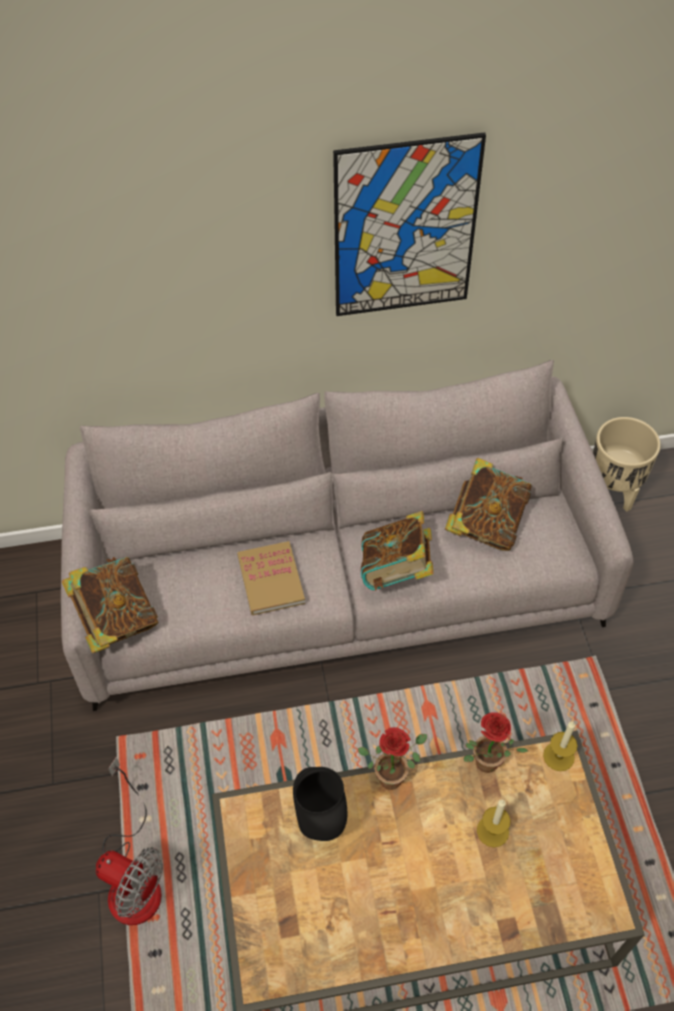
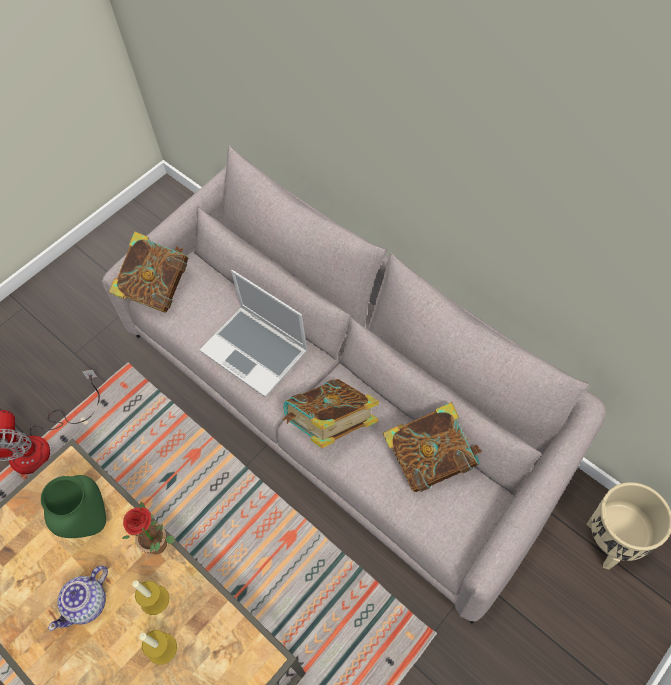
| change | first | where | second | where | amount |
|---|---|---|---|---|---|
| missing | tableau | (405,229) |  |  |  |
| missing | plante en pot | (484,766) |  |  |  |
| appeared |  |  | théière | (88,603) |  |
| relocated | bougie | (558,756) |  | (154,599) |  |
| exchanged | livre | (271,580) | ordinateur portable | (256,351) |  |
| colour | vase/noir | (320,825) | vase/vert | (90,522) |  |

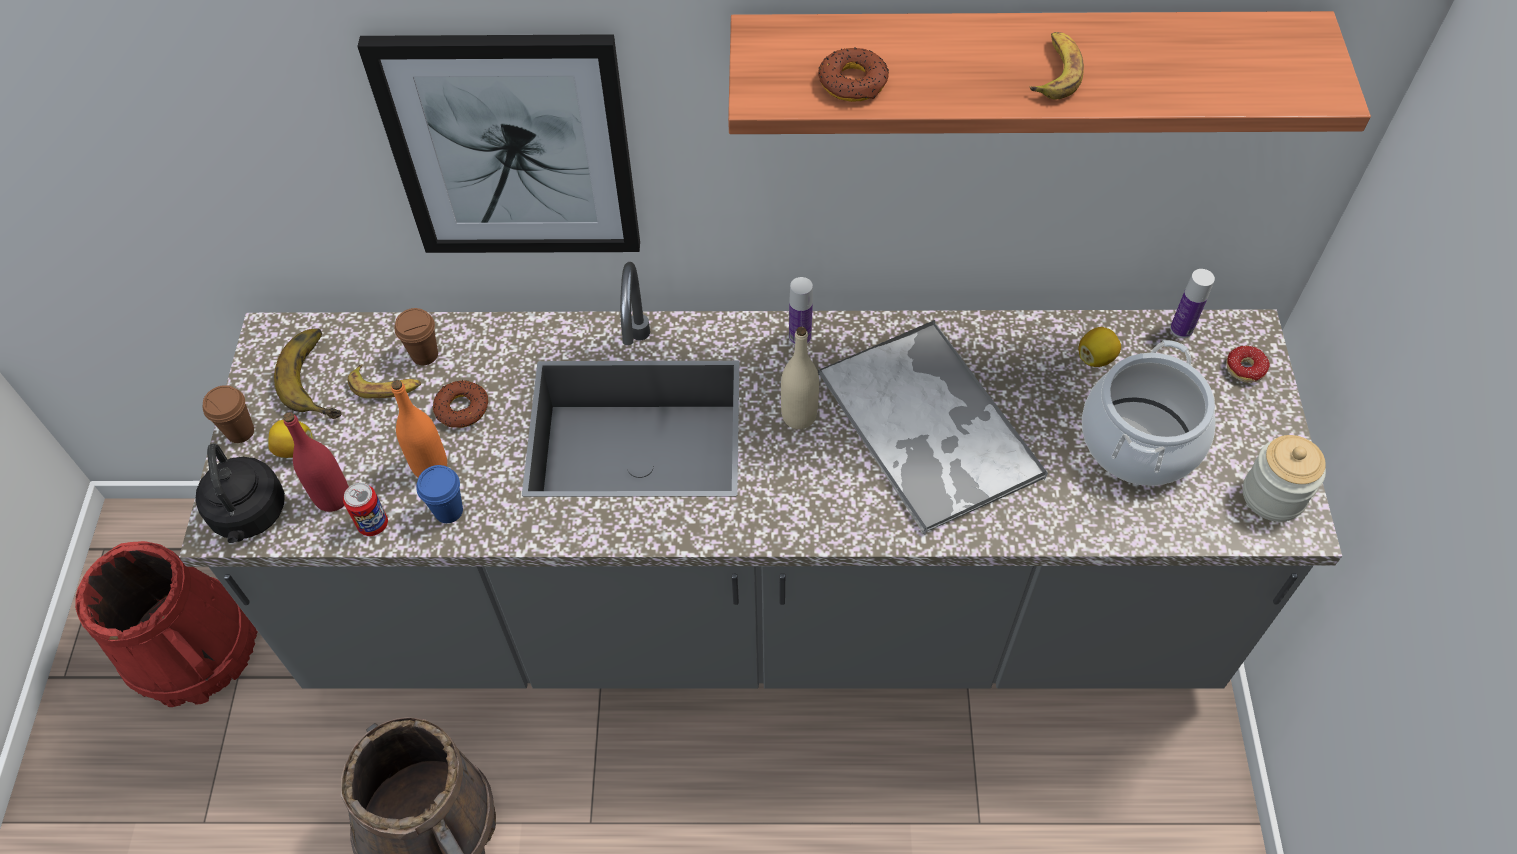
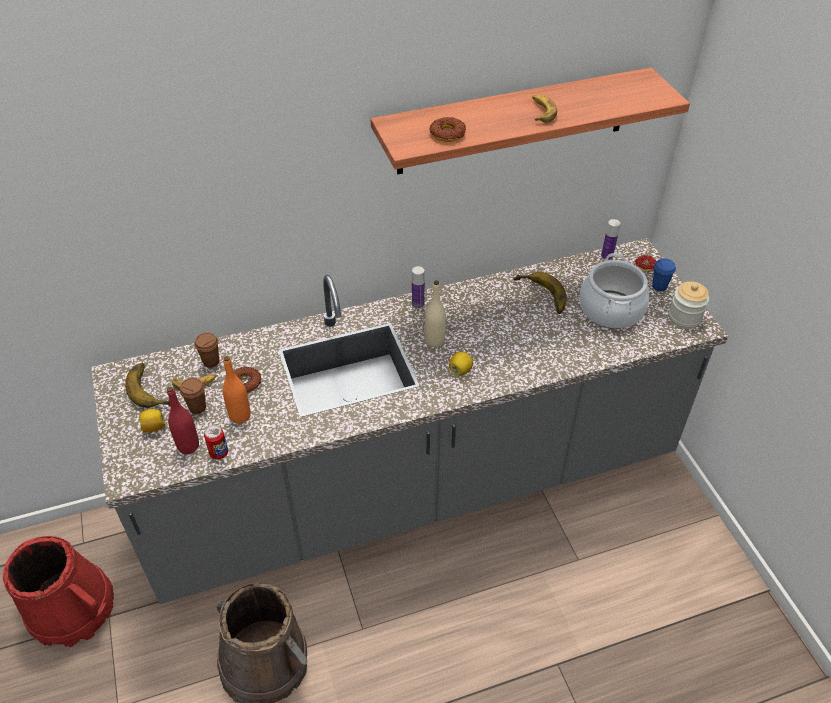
| change | first | where | second | where | amount |
|---|---|---|---|---|---|
| missing | bouilloire/noir | (249,516) |  |  |  |
| missing | tableau | (512,147) |  |  |  |
| missing | plateau | (930,427) |  |  |  |
| appeared |  |  | banane | (540,296) |  |
| relocated | tasse/marron | (240,431) |  | (197,407) |  |
| relocated | tasse/bleu | (448,511) |  | (659,286) |  |
| relocated | citron | (1096,357) |  | (460,370) |  |

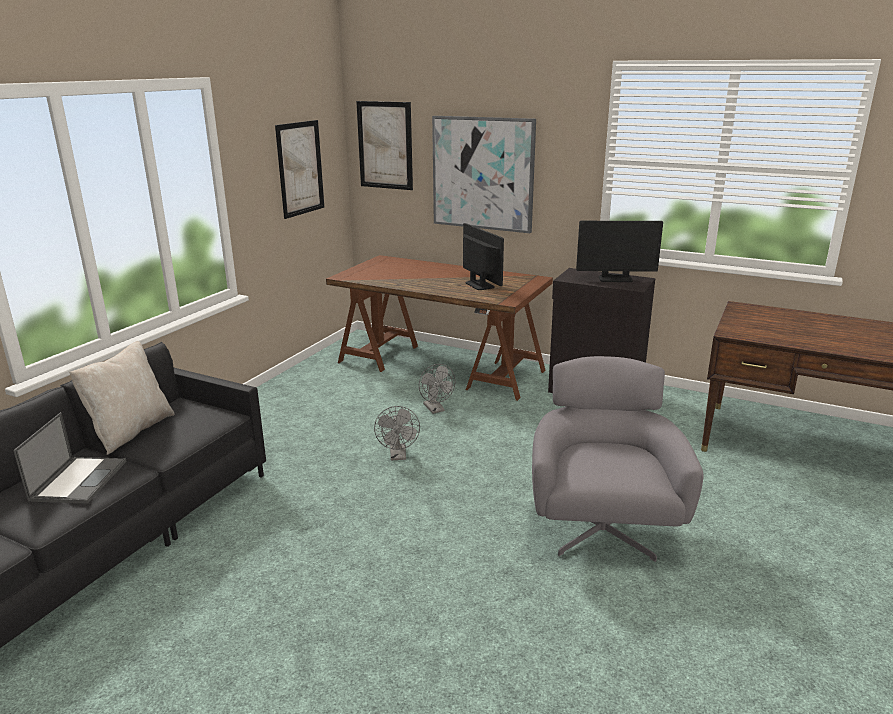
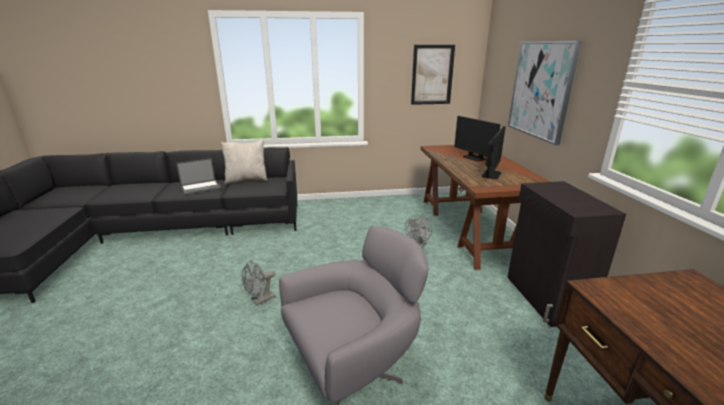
| change | first | where | second | where | amount |
|---|---|---|---|---|---|
| missing | tableau | (385,145) |  |  |  |
| relocated | ventilateur/gris | (398,456) |  | (260,300) |  |
| relocated | écran d'ordinateur | (615,279) |  | (474,158) |  |

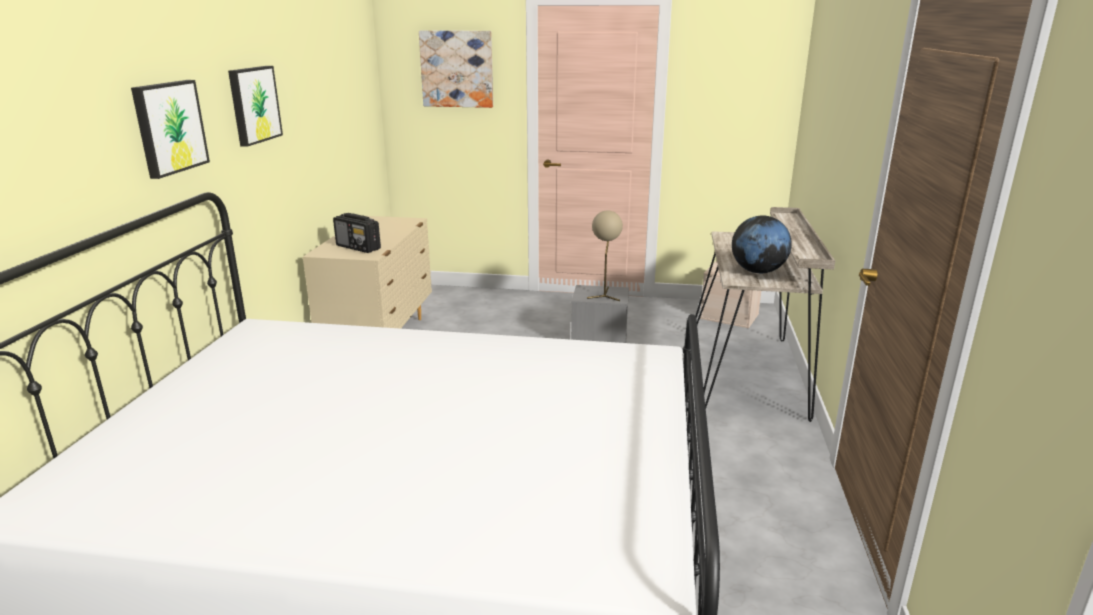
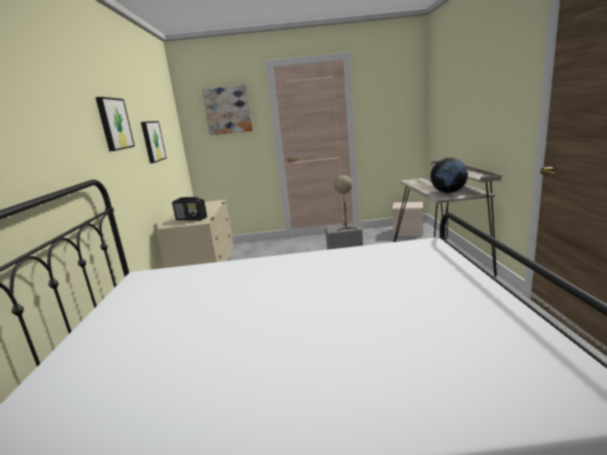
| change | first | where | second | where | amount |
|---|---|---|---|---|---|
| relocated | tableau | (169,127) |  | (152,141) |  |

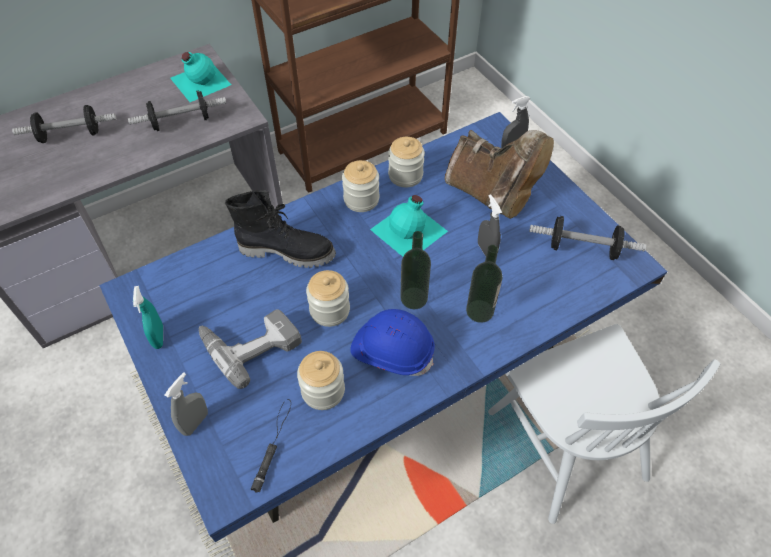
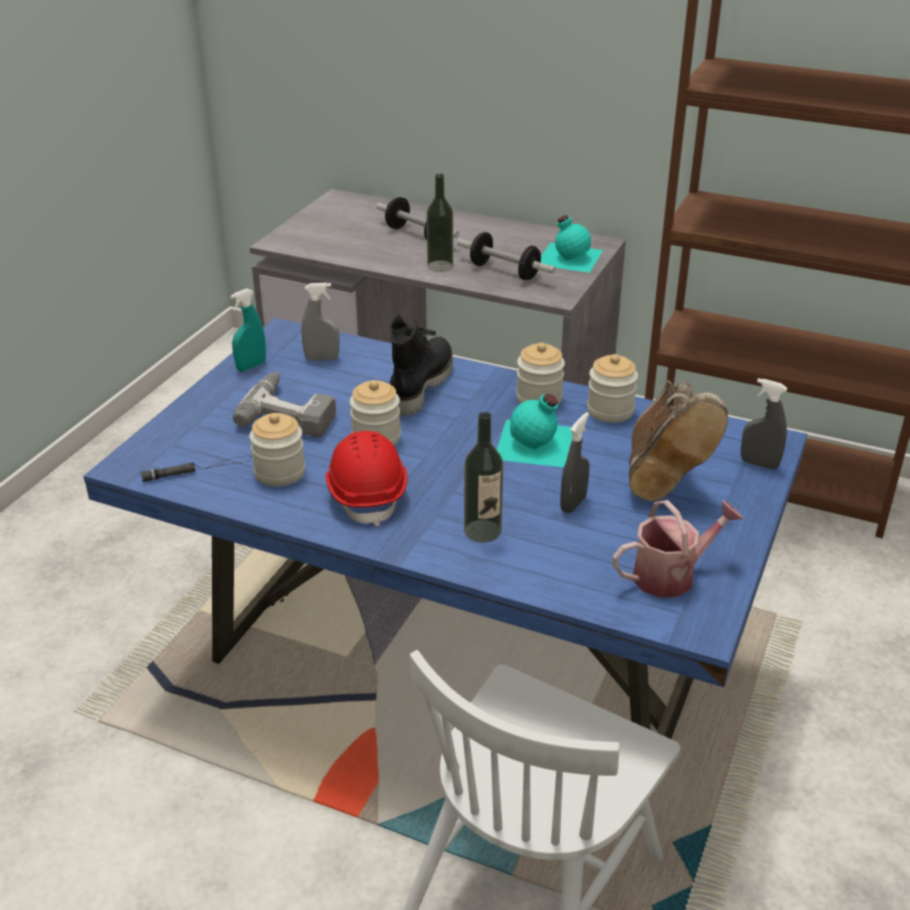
| change | first | where | second | where | amount |
|---|---|---|---|---|---|
| relocated | vaporisateur/gris | (195,422) |  | (322,358) |  |
| relocated | bouteille | (414,298) |  | (440,266) |  |
| exchanged | haltère | (582,248) | arrosoir | (671,575) |  |
| colour | casque de chantier/bleu | (392,351) | casque de chantier/rouge | (367,494) |  |
| spun | botte/noir | (287,251) |  | (419,386) | 135 degrees counterclockwise |

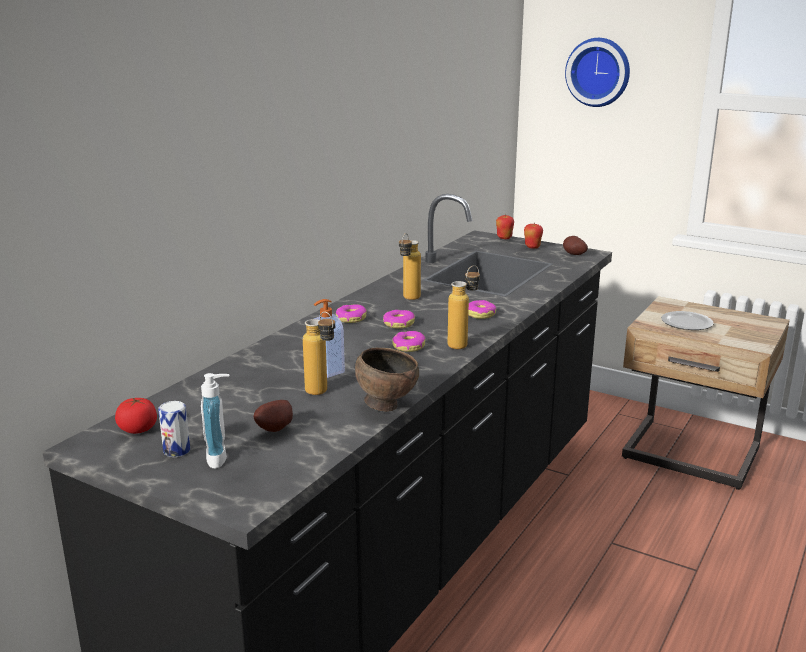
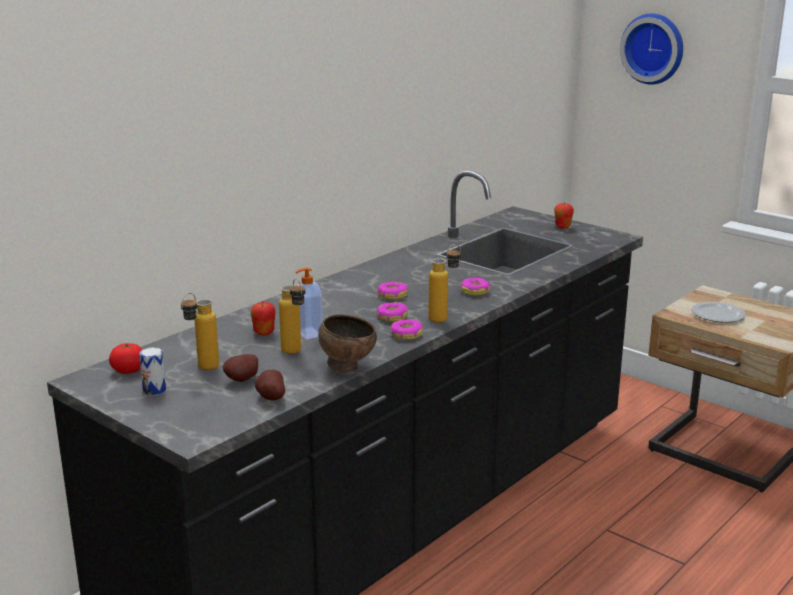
| change | first | where | second | where | amount |
|---|---|---|---|---|---|
| missing | distributeur de savon | (221,458) |  |  |  |
| relocated | beignet | (351,318) |  | (406,334) |  |
| relocated | bouteille | (408,299) |  | (202,369) |  |
| relocated | pomme | (504,238) |  | (264,333) |  |
| relocated | pomme de terre | (573,254) |  | (270,398) |  |

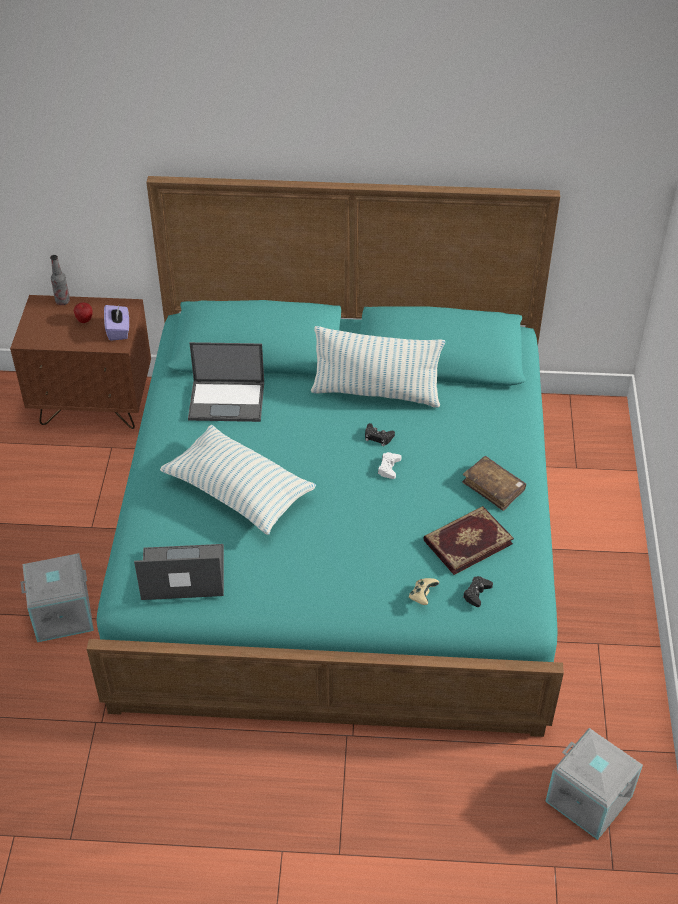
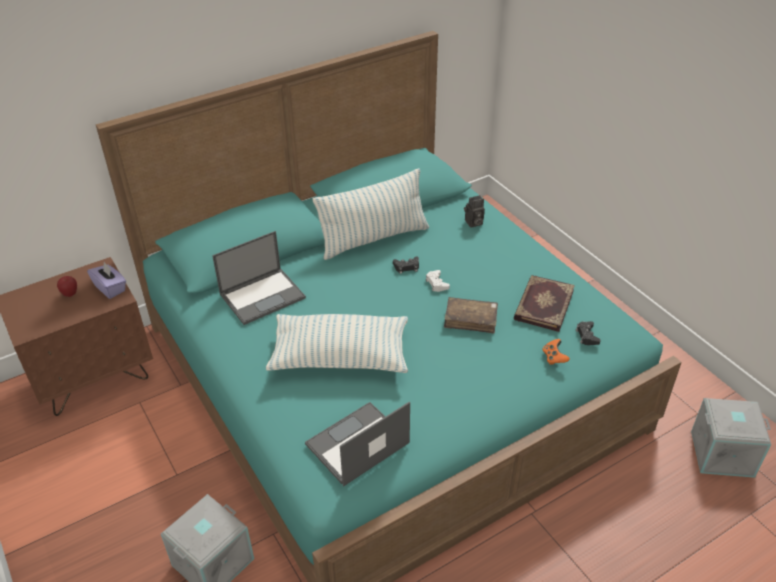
| change | first | where | second | where | amount |
|---|---|---|---|---|---|
| missing | bouteille | (62,301) |  |  |  |
| appeared |  |  | appareil photo | (473,223) |  |
| relocated | livre/marron | (493,487) |  | (470,319) |  |
| colour | manette/beige | (422,596) | manette/orange | (554,358) |  |

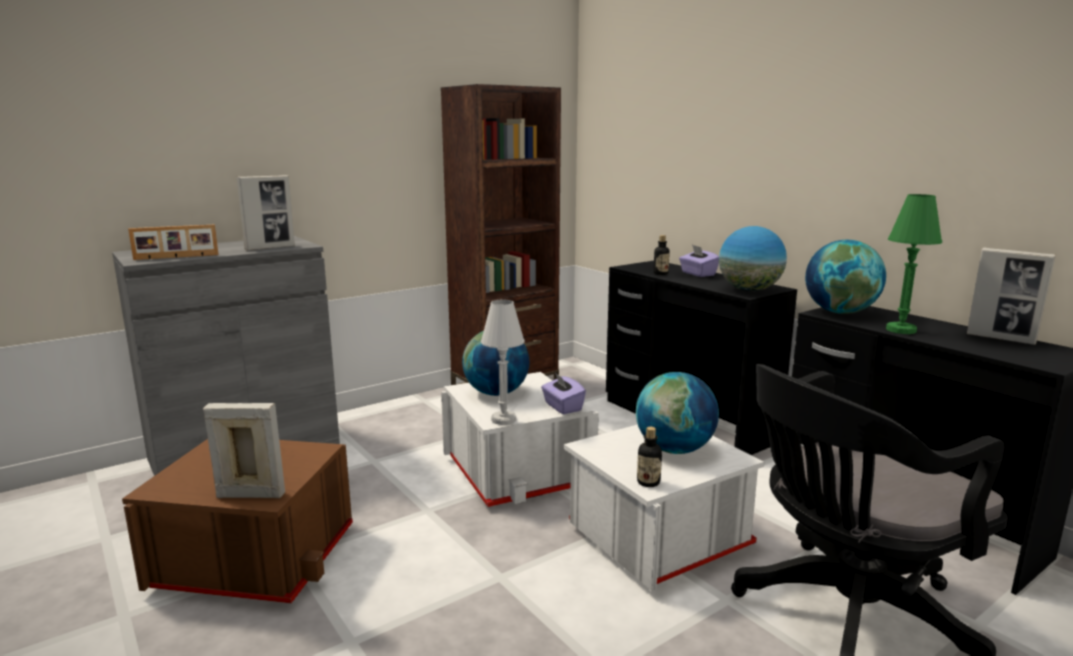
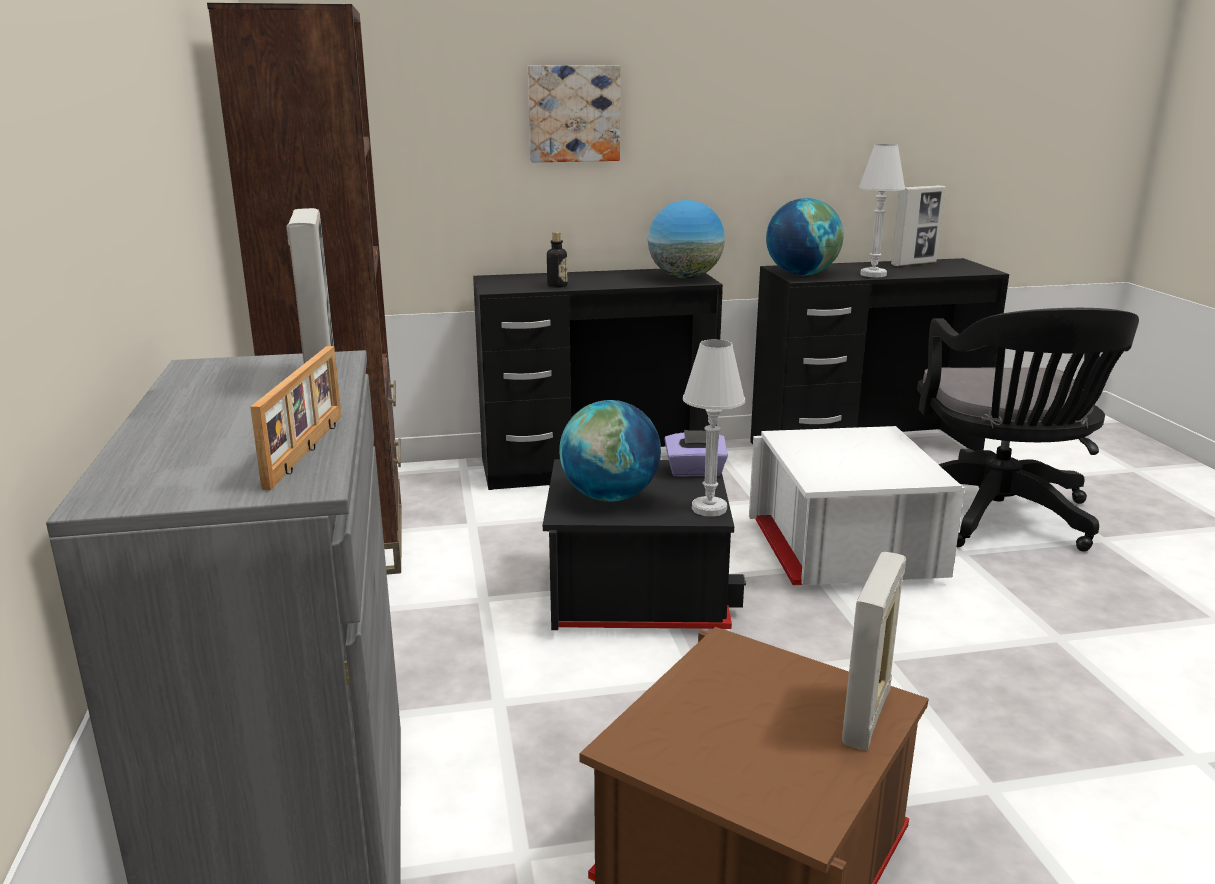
| change | first | where | second | where | amount |
|---|---|---|---|---|---|
| missing | globe | (674,449) |  |  |  |
| missing | bouteille | (648,482) |  |  |  |
| missing | boîte à mouchoirs/violet | (697,274) |  |  |  |
| appeared |  |  | tableau | (573,113) |  |
| colour | boîte de rangement/blanc | (518,471) | boîte de rangement/noir | (637,592) |  |
| colour | lampe de table/vert | (901,330) | lampe de table/blanc | (873,274) |  |

